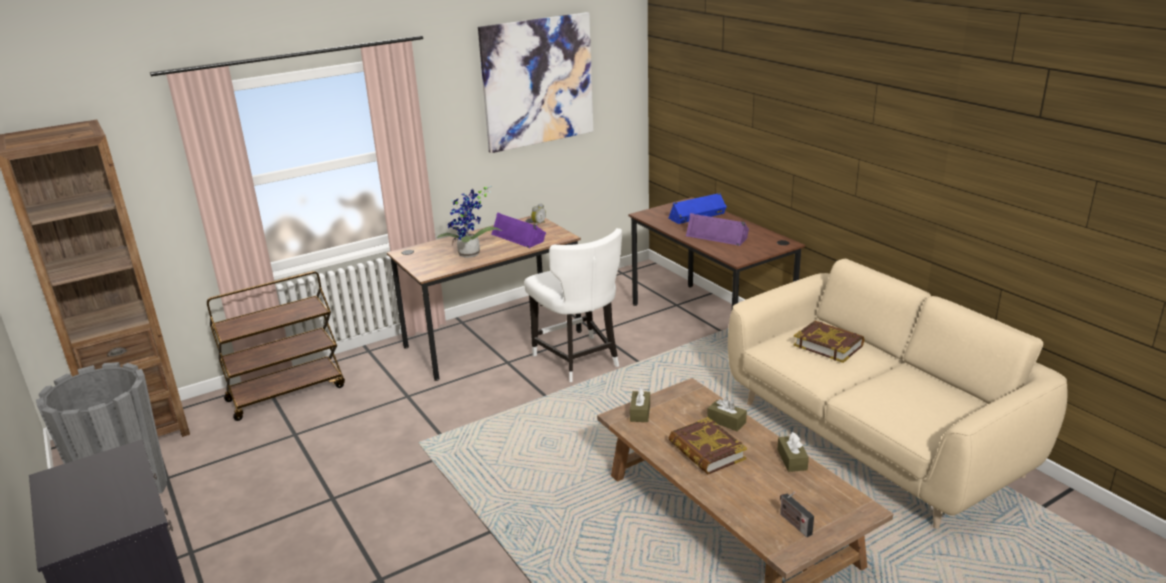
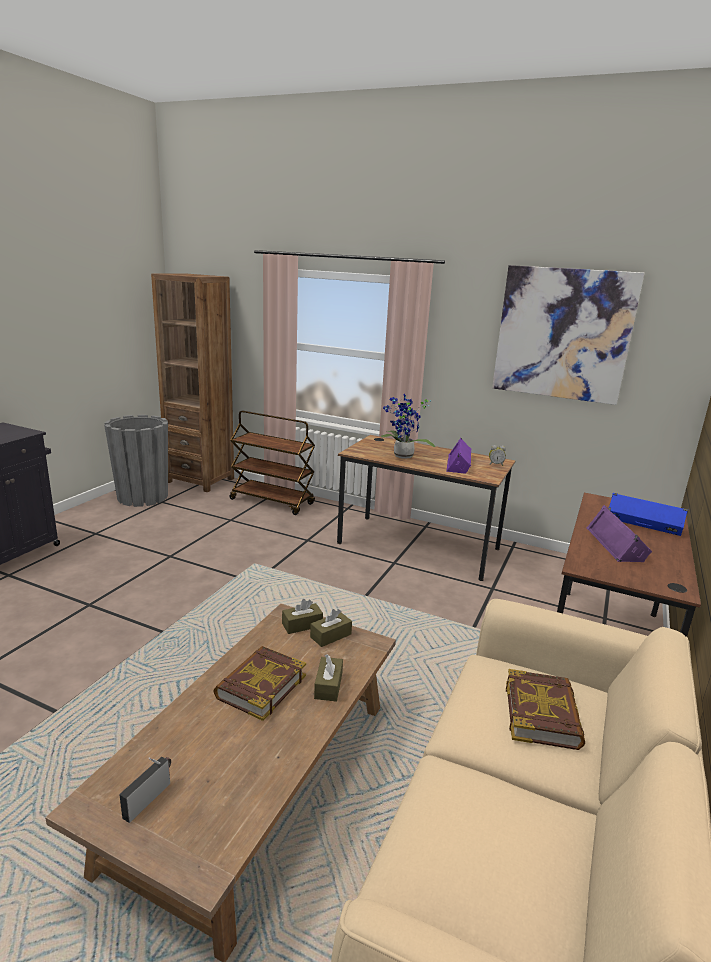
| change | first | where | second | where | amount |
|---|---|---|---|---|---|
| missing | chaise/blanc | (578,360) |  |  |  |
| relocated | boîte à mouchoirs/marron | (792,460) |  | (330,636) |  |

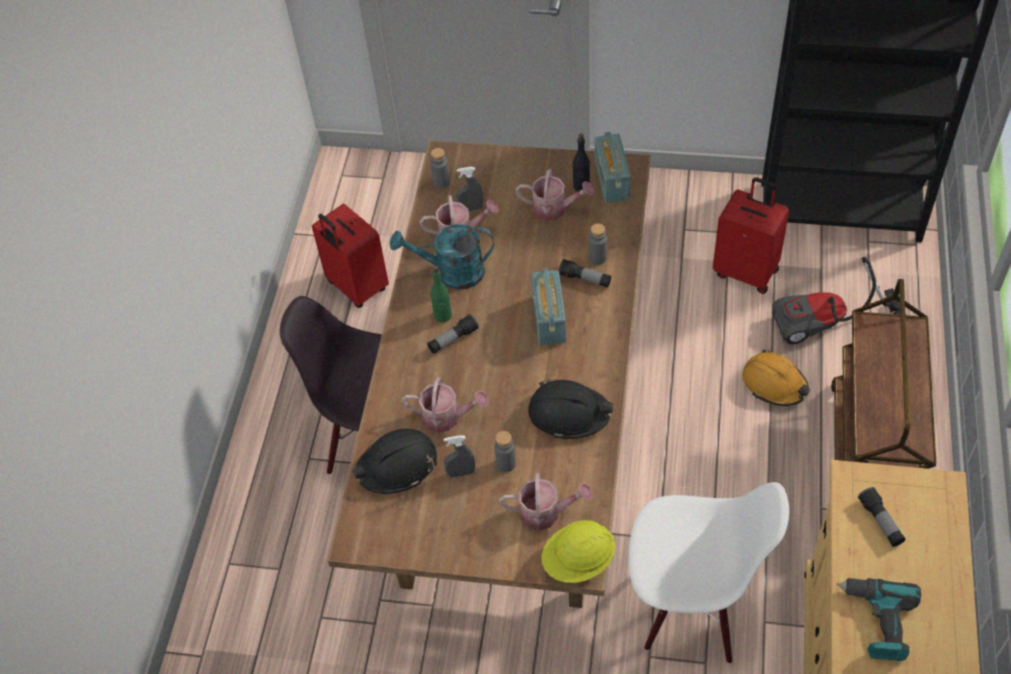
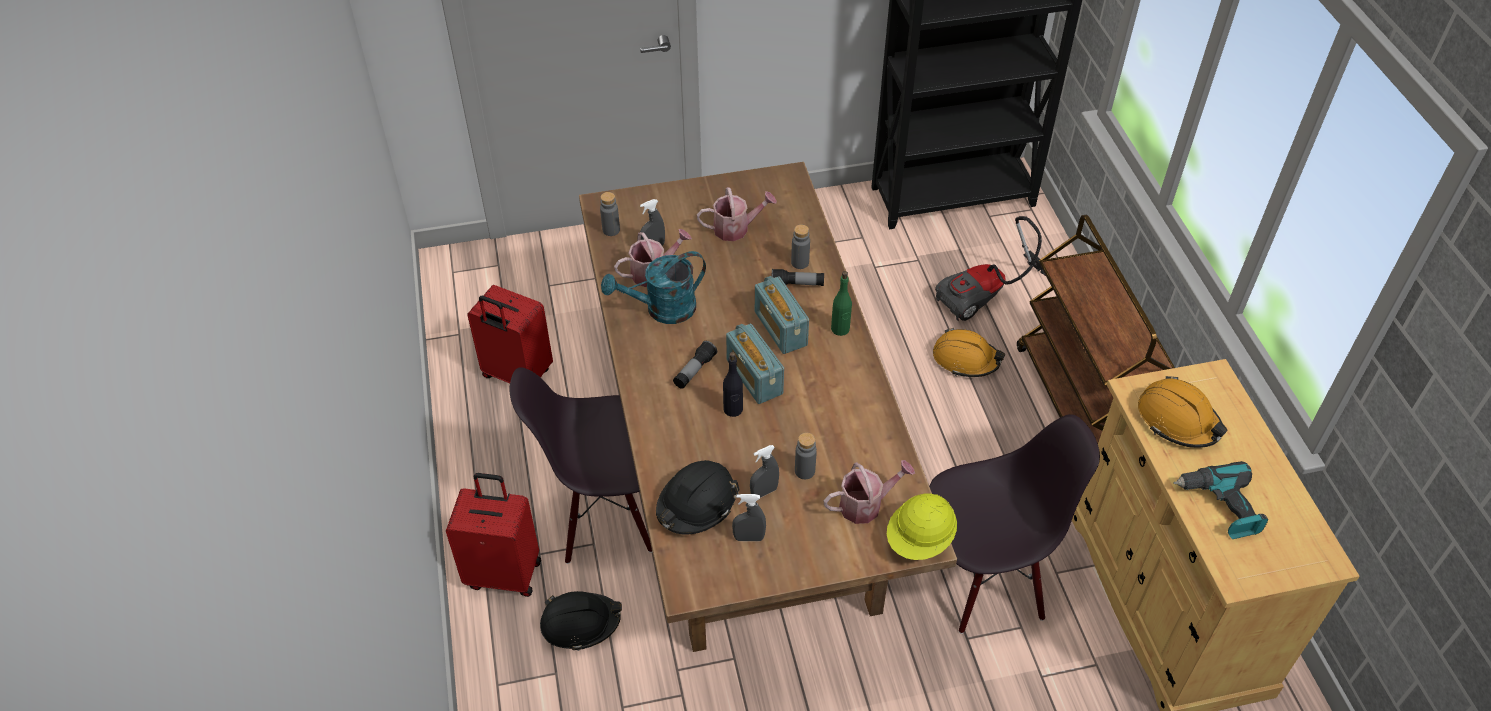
| change | first | where | second | where | amount |
|---|---|---|---|---|---|
| missing | arrosoir | (447,417) |  |  |  |
| appeared |  |  | vaporisateur/gris | (749,538) |  |
| relocated | bouteille/vert | (442,316) |  | (840,329) |  |
| relocated | casque de chantier/noir | (569,414) |  | (580,623) |  |
| relocated | bouteille/noir | (581,186) |  | (733,409) |  |
| relocated | radio | (611,180) |  | (754,377) |  |
| relocated | valise/rouge | (746,271) |  | (504,573) |  |
| exchanged | lampe de poche | (880,522) | casque de chantier/orange | (1178,420) |  |
| colour | chaise/blanc | (691,606) | chaise/noir | (984,579) |  |

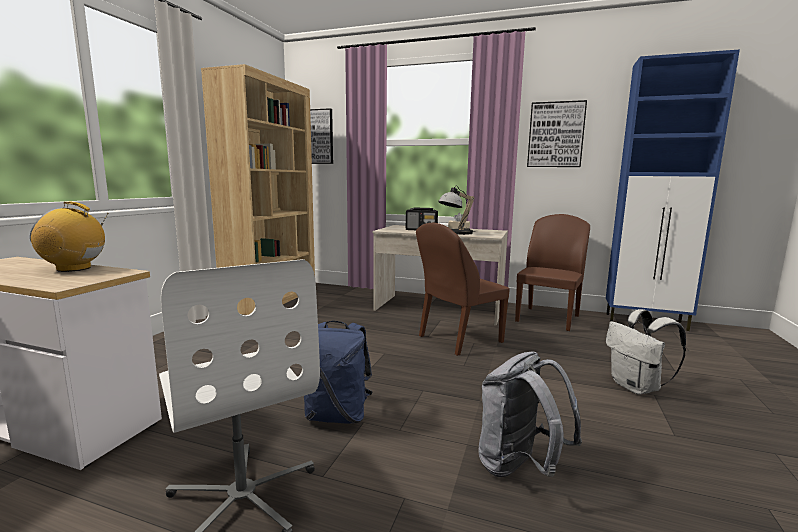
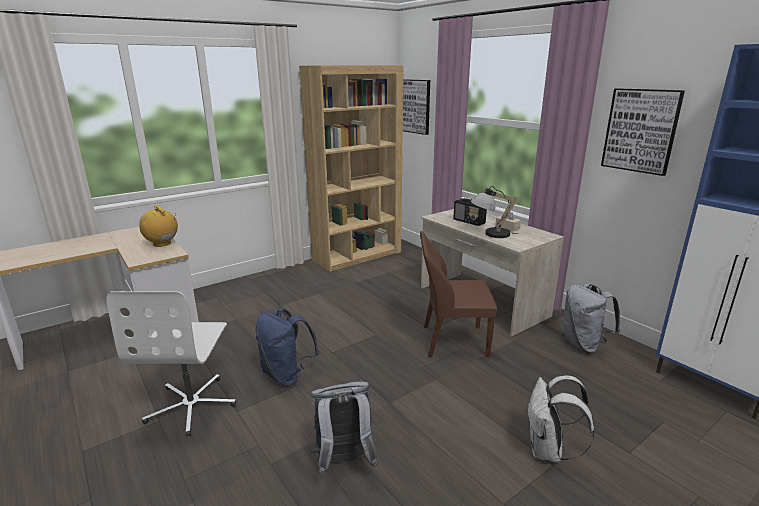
| change | first | where | second | where | amount |
|---|---|---|---|---|---|
| exchanged | chaise/marron | (548,318) | sac à dos/gris | (583,344) |  |

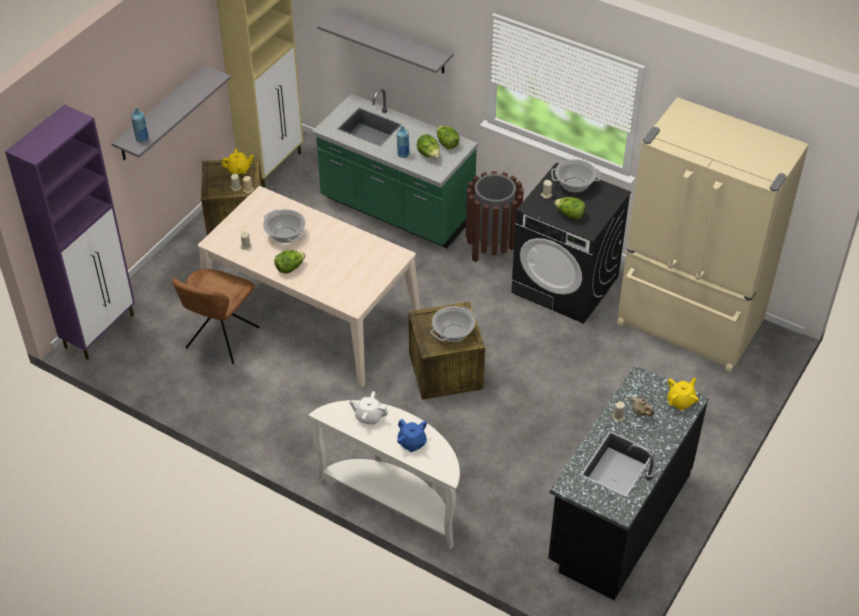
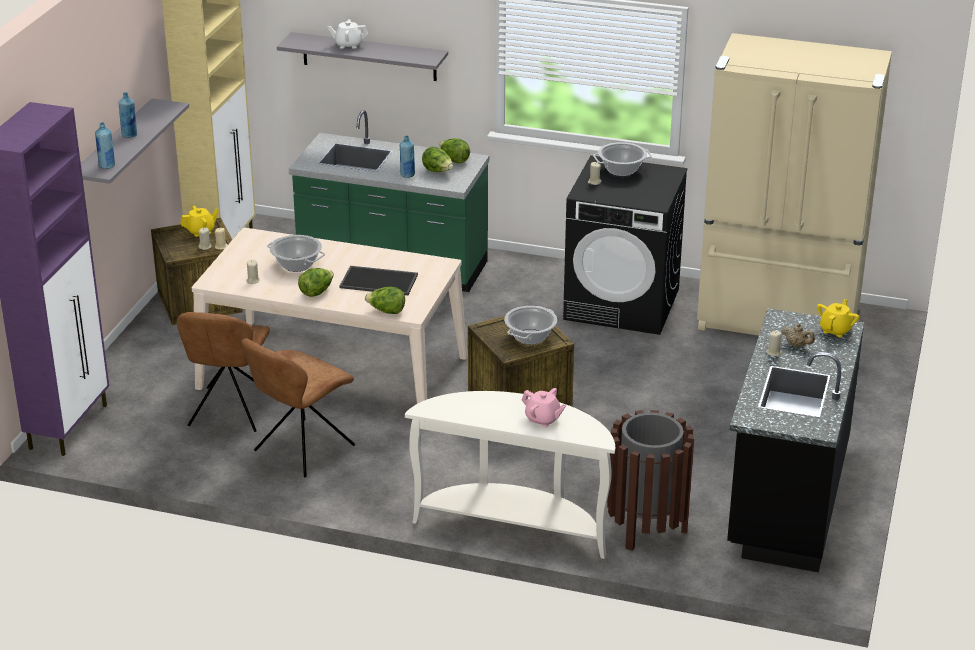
| change | first | where | second | where | amount |
|---|---|---|---|---|---|
| appeared |  |  | bouteille/bleu | (129,135) |  |
| appeared |  |  | chaise/marron | (301,450) |  |
| appeared |  |  | plateau | (380,280) |  |
| relocated | théière/blanc | (369,417) |  | (348,45) |  |
| relocated | poubelle/marron | (492,247) |  | (646,527) |  |
| relocated | laitue | (569,215) |  | (386,311) |  |
| colour | théière/bleu | (412,443) | théière/rose | (543,419) |  |

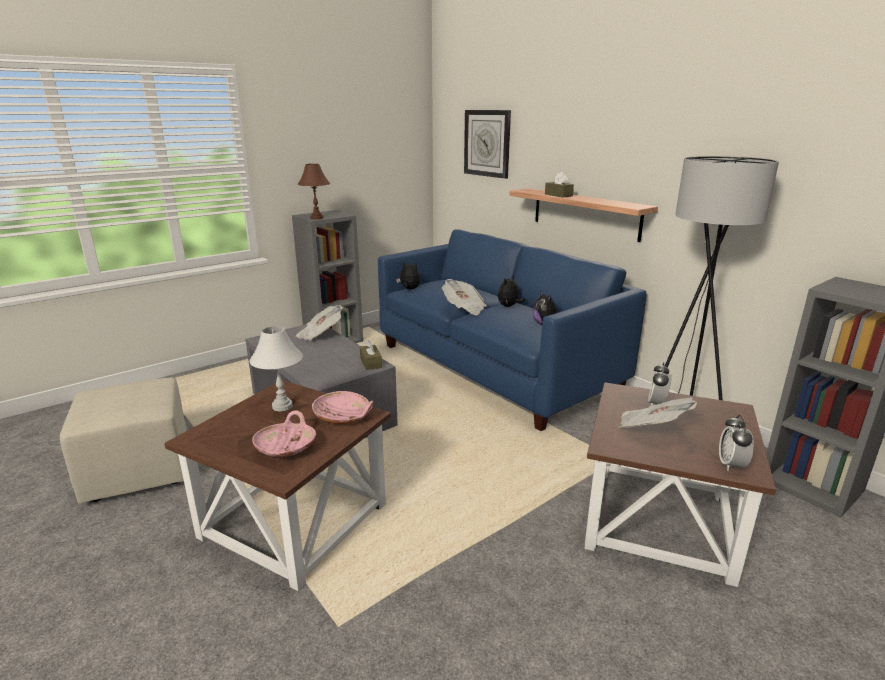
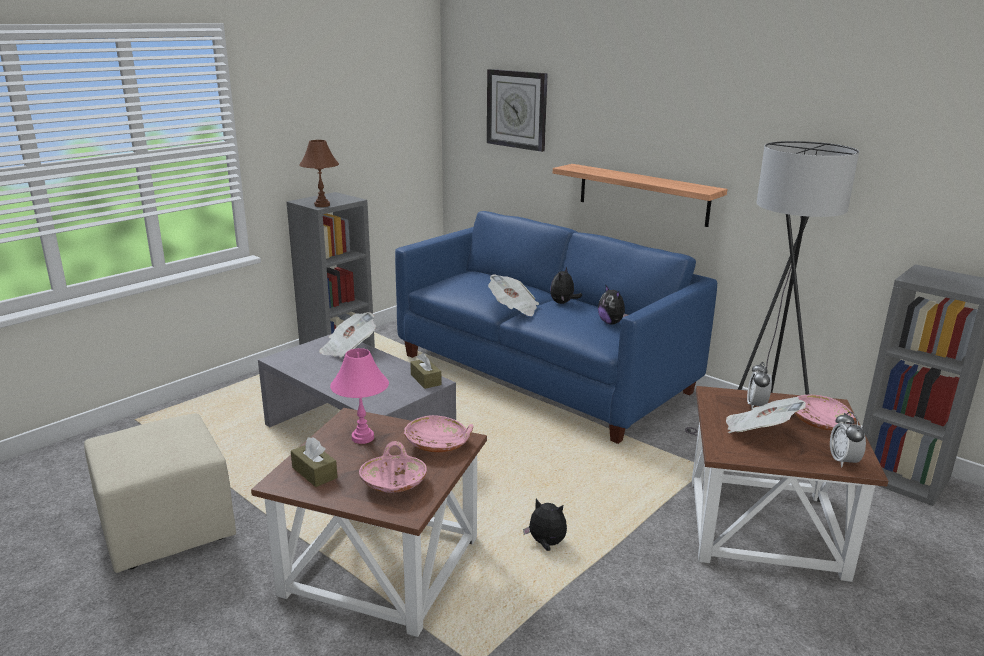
| change | first | where | second | where | amount |
|---|---|---|---|---|---|
| appeared |  |  | bol/rose | (821,422) |  |
| relocated | peluche | (409,289) |  | (546,544) |  |
| relocated | boîte à mouchoirs/marron | (558,195) |  | (314,472) |  |
| colour | lampe de table/blanc | (282,406) | lampe de table/rose | (363,438) |  |

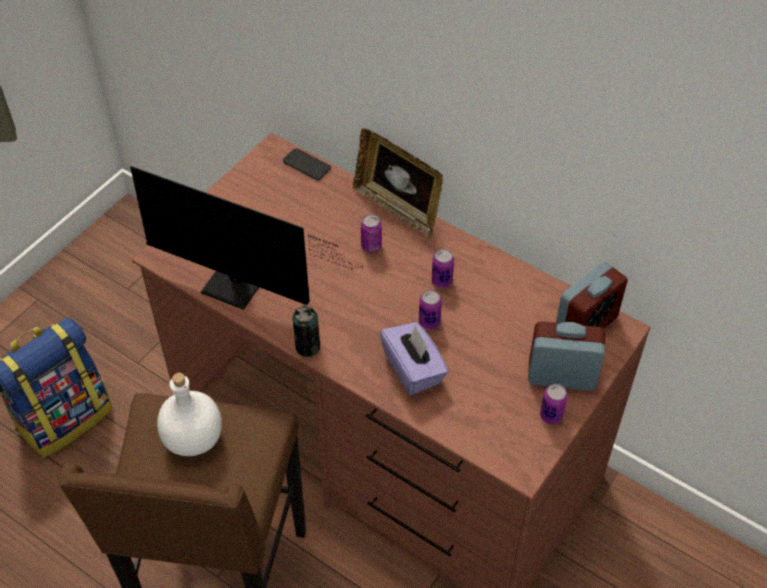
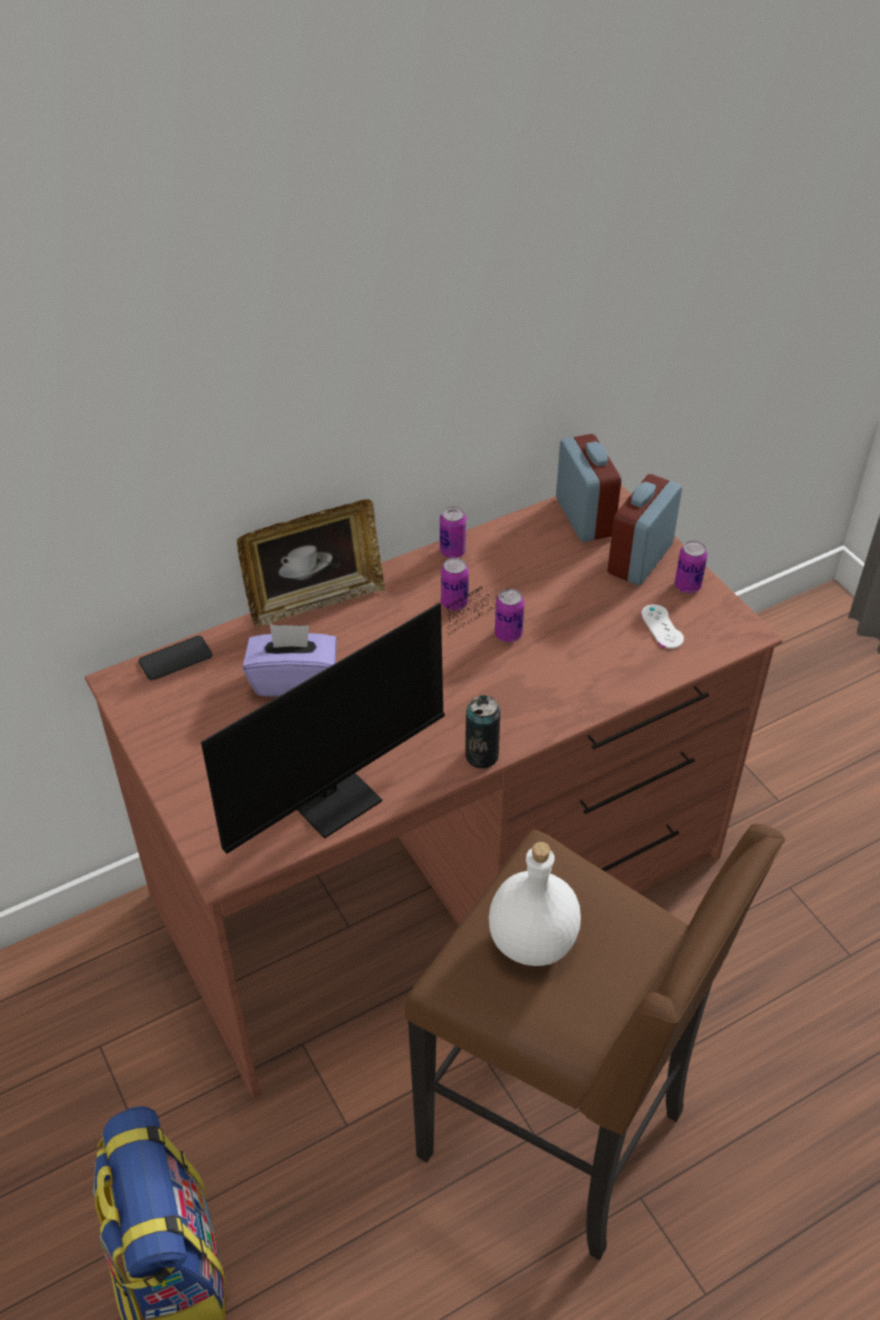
| change | first | where | second | where | amount |
|---|---|---|---|---|---|
| appeared |  |  | manette/blanc | (662,626) |  |
| relocated | boîte métallique | (371,246) |  | (452,551) |  |
| relocated | boîte à mouchoirs/violet | (413,369) |  | (293,680) |  |

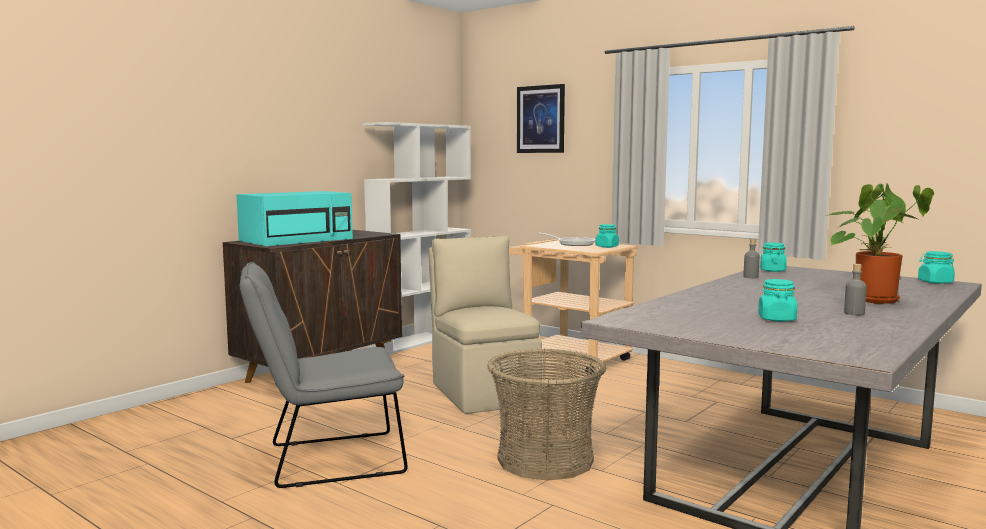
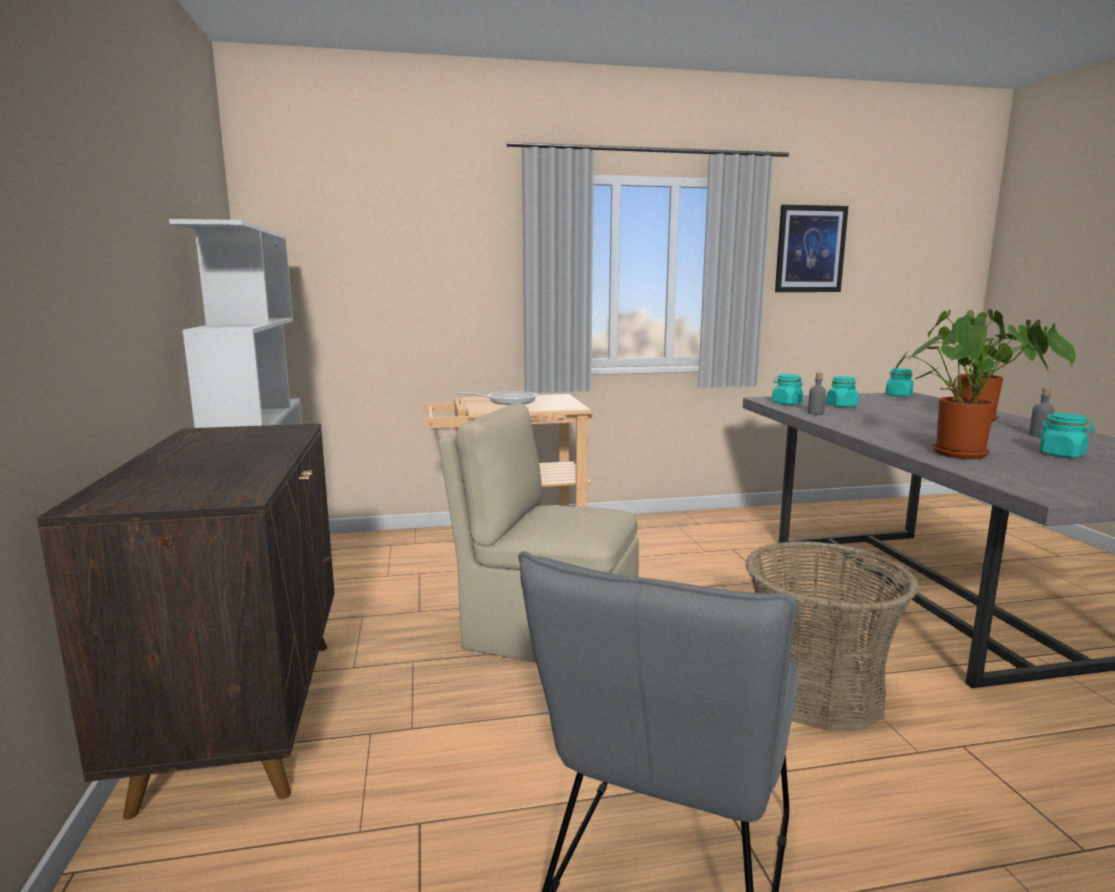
| change | first | where | second | where | amount |
|---|---|---|---|---|---|
| missing | micro-ondes/turquoise | (298,239) |  |  |  |
| appeared |  |  | plante en pot | (966,454) |  |
| relocated | tableau | (540,119) |  | (810,249) |  |
| relocated | bocal/turquoise | (607,247) |  | (841,406) |  |

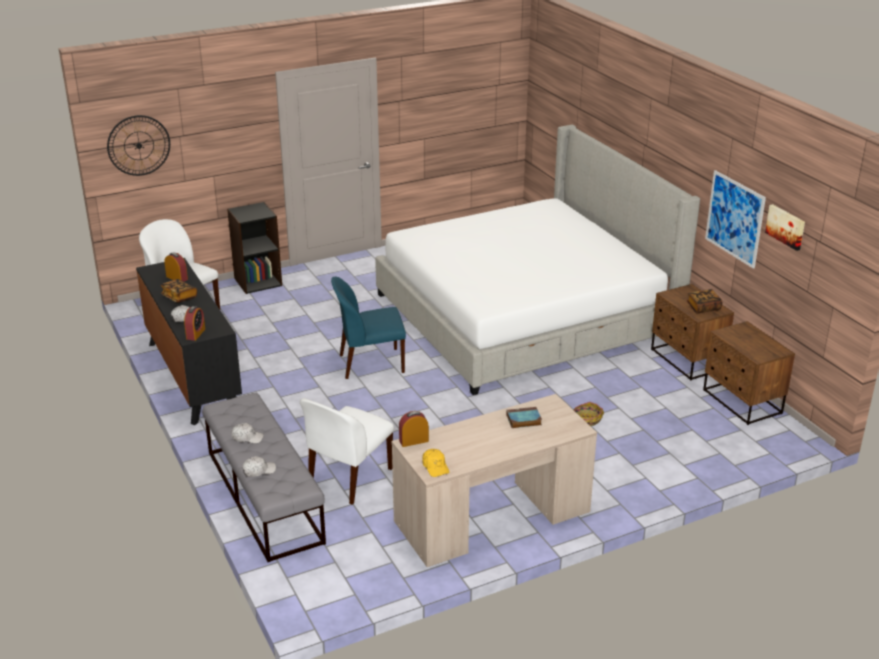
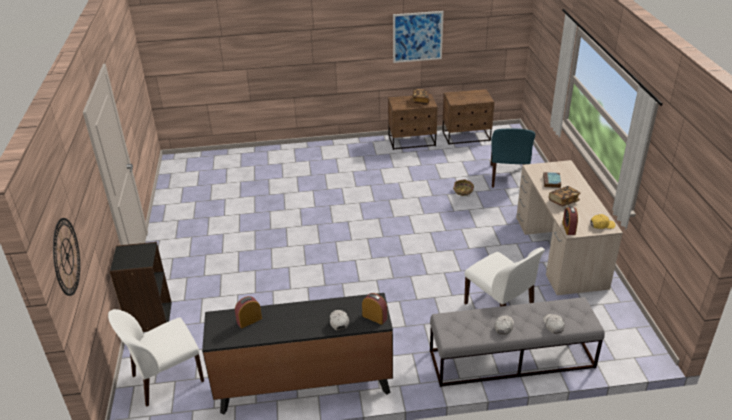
| change | first | where | second | where | amount |
|---|---|---|---|---|---|
| missing | lit | (524,316) |  |  |  |
| missing | tableau | (786,226) |  |  |  |
| relocated | livre | (179,297) |  | (563,201) |  |
| relocated | chaise/bleu | (370,364) |  | (508,177) |  |

